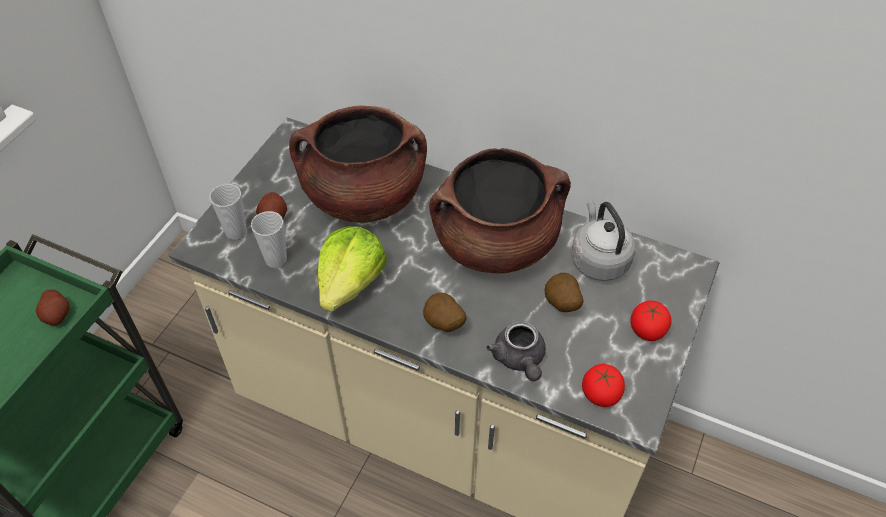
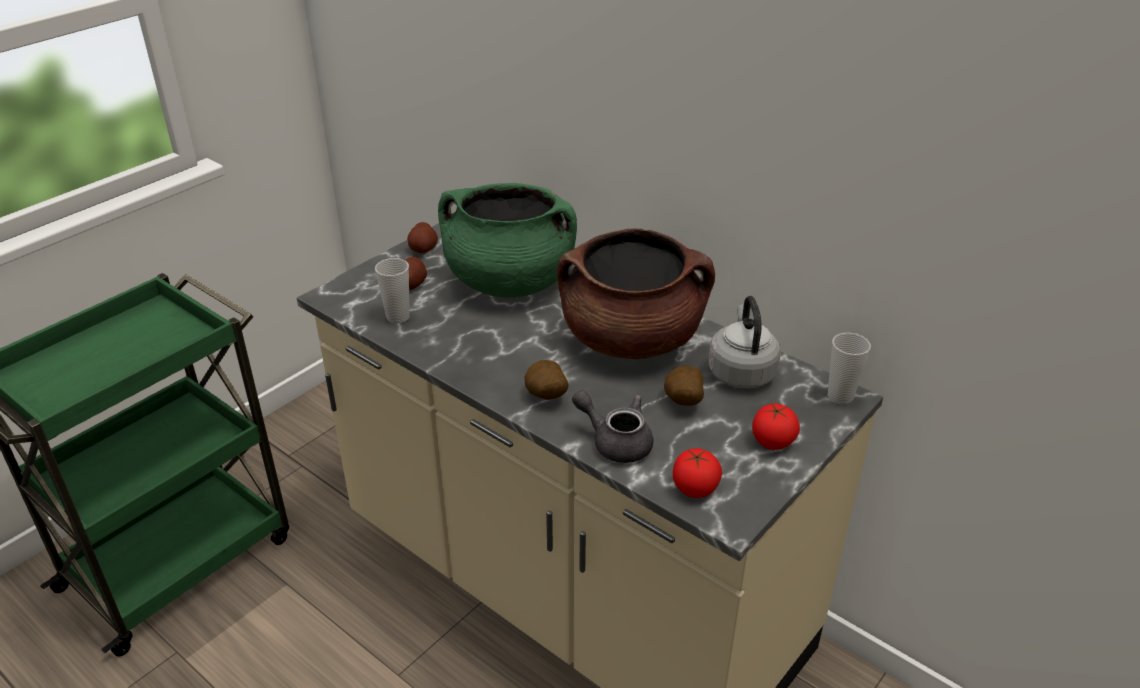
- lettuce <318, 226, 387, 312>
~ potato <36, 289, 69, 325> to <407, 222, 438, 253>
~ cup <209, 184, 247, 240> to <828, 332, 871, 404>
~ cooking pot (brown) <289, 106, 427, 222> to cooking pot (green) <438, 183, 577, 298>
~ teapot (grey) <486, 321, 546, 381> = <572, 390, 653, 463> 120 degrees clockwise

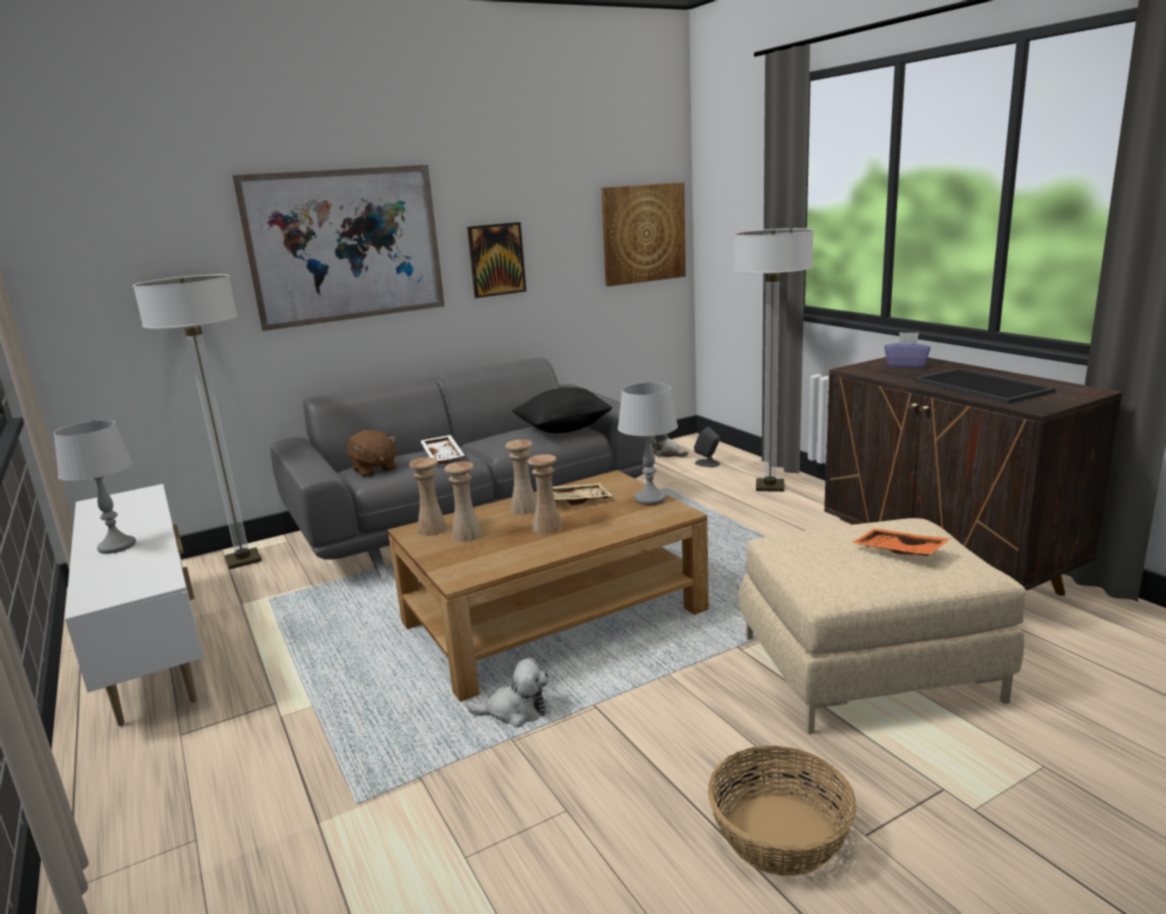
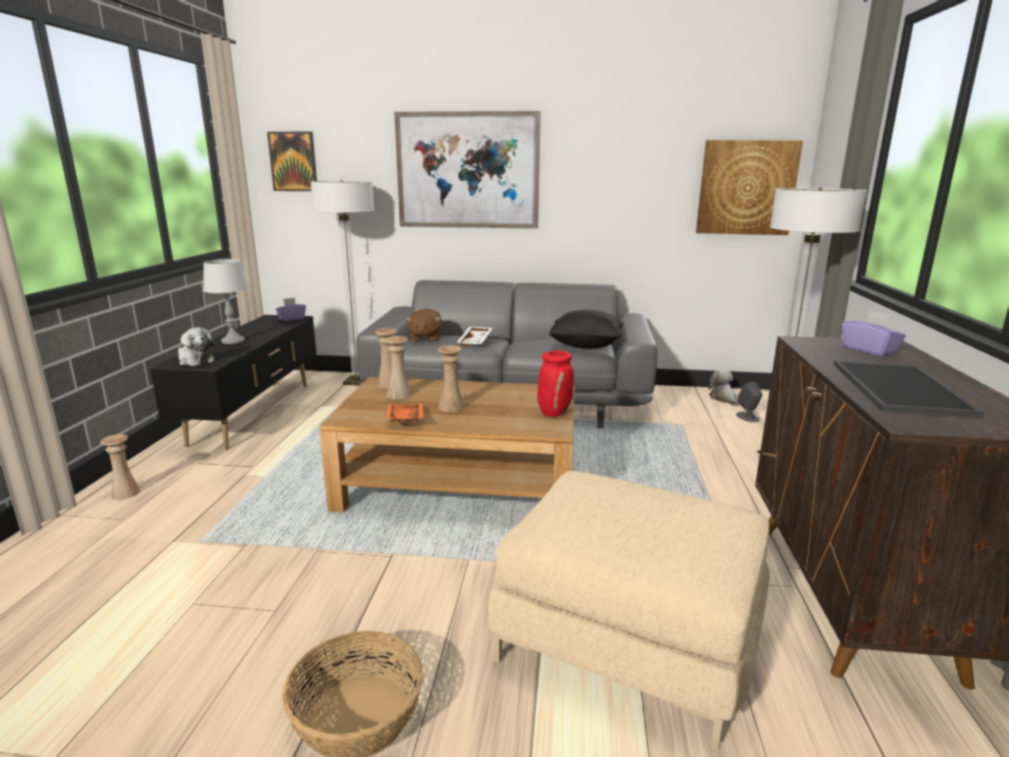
- tray (beige) <553, 483, 613, 505>
+ tissue box (purple) <275, 298, 306, 321>
~ picture <467, 222, 526, 298> to <267, 132, 317, 191>
~ plush toy <467, 658, 549, 727> to <178, 327, 215, 366>
~ vase (beige) <505, 440, 537, 514> to <101, 434, 140, 500>
~ tray (orange) <853, 529, 950, 556> to <385, 403, 424, 422>
~ table lamp (grey) <618, 383, 678, 505> to vase (red) <537, 350, 574, 417>
~ tv stand (white) <65, 484, 203, 726> to tv stand (black) <150, 315, 317, 449>

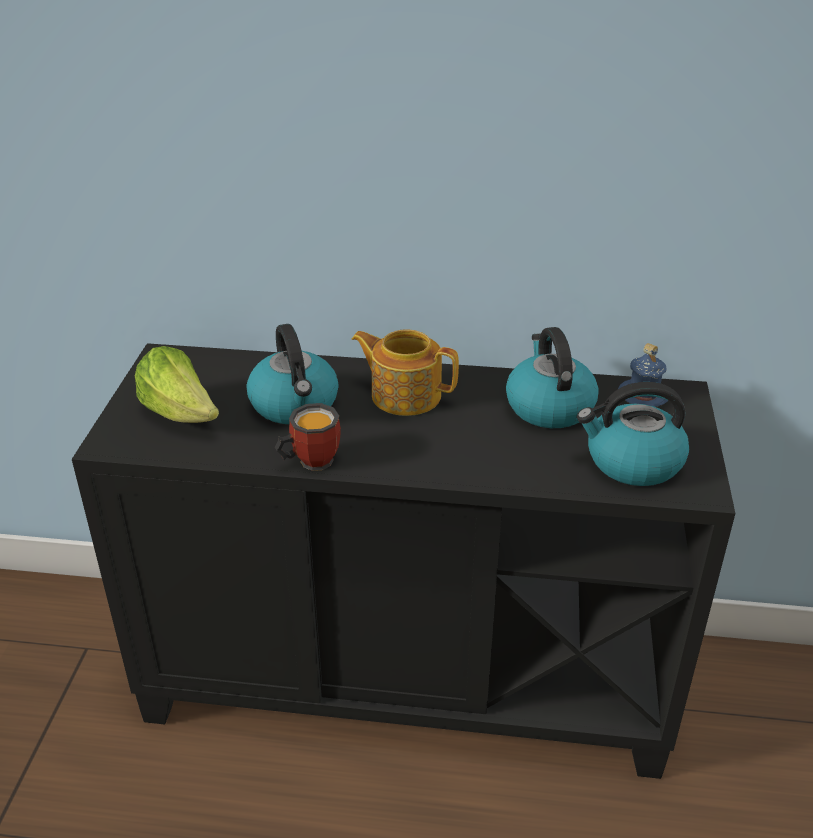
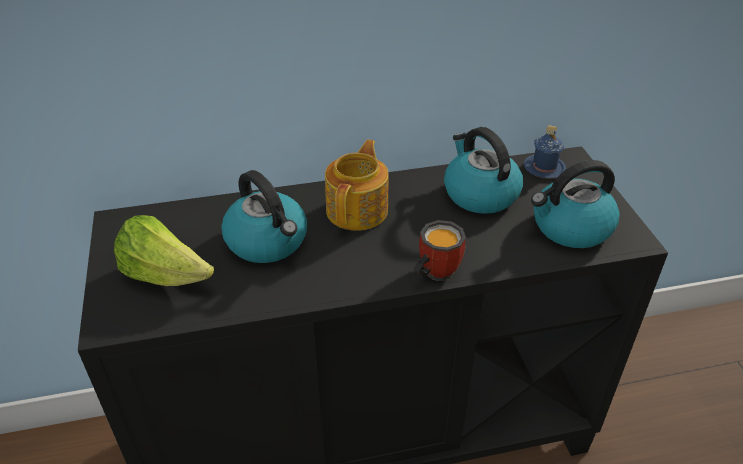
~ mug <275, 403, 341, 471> to <414, 220, 466, 281>
~ teapot <352, 329, 459, 416> = <325, 140, 389, 231> 105 degrees clockwise

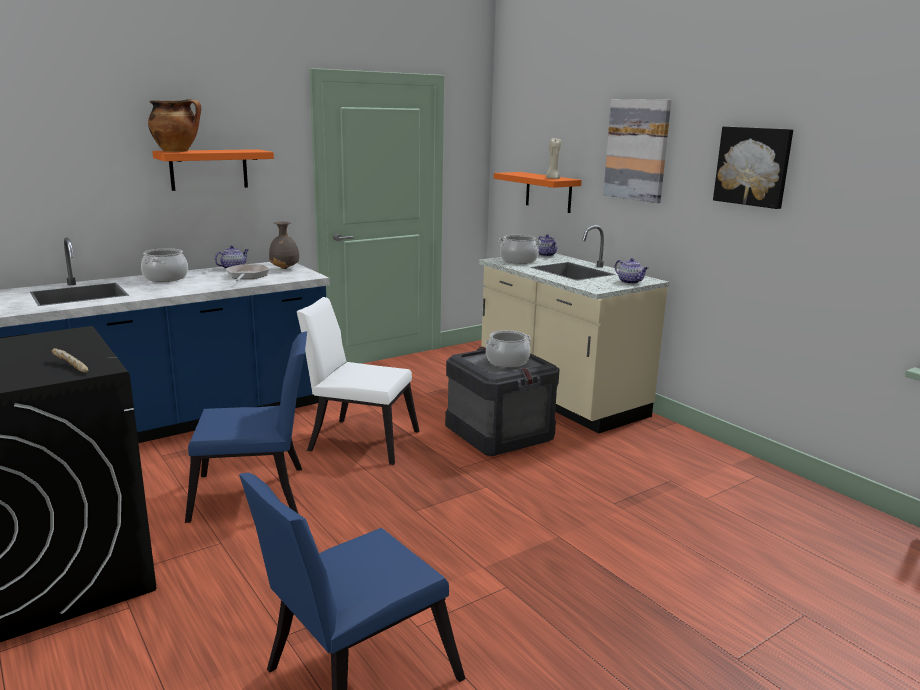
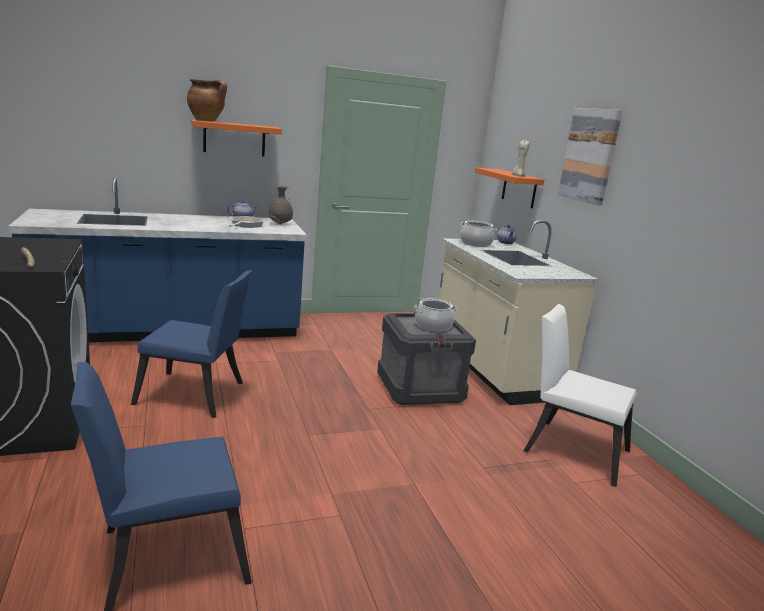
- cooking pot <141, 248, 188, 282>
- teapot <615, 258, 648, 284>
- picture <713, 127, 793, 209>
~ chair (white) <297, 297, 419, 465> to <524, 304, 637, 487>

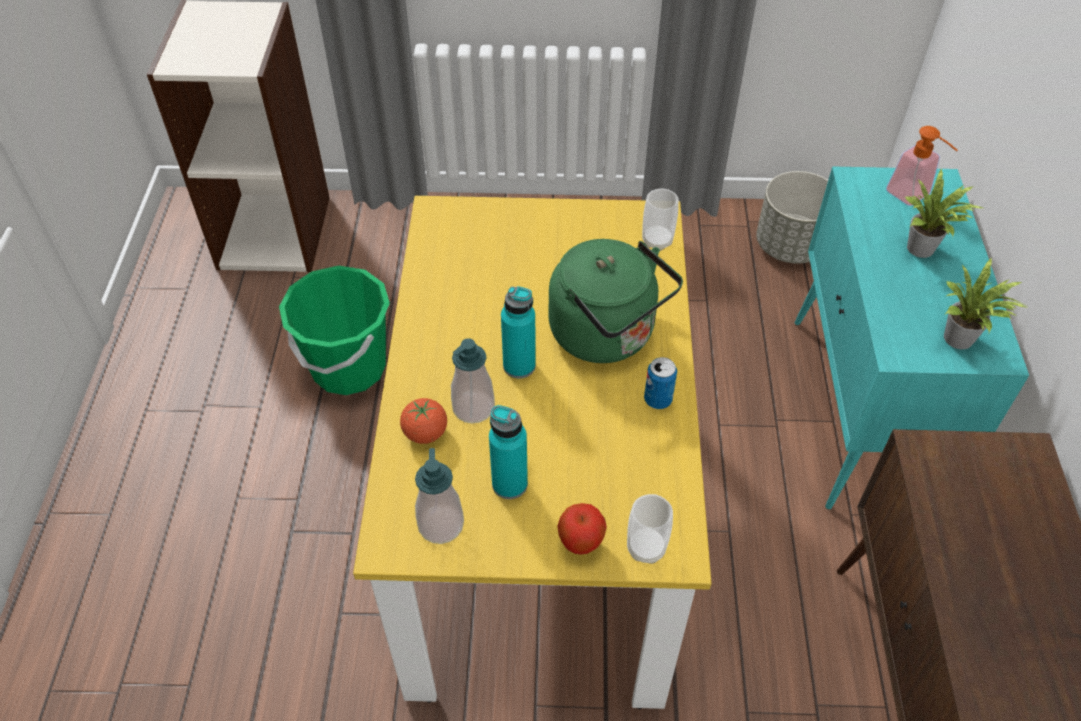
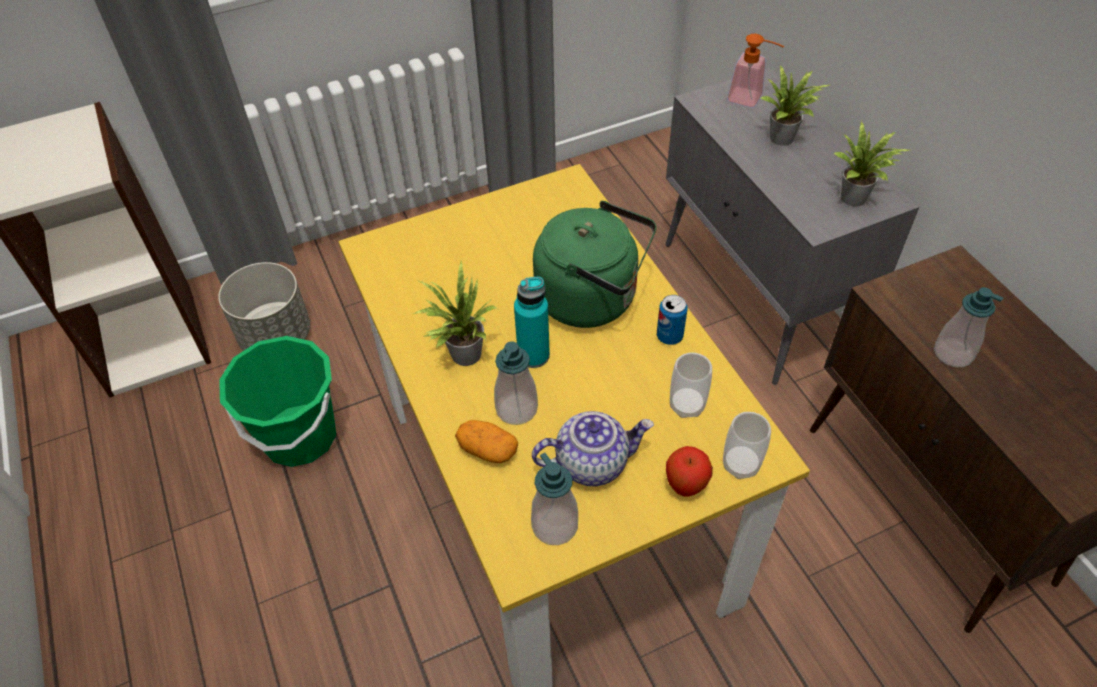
+ potted plant <413, 261, 498, 366>
+ soap dispenser <934, 287, 1003, 367>
~ cup <642, 189, 679, 251> to <670, 352, 712, 418>
~ planter (grey) <756, 171, 828, 264> to <218, 262, 310, 351>
~ tomato <400, 398, 447, 444> to potato <455, 420, 518, 463>
~ bottle (turquoise) <489, 405, 528, 499> to teapot <532, 411, 654, 486>
~ cabinet (turquoise) <795, 166, 1029, 509> to cabinet (grey) <665, 67, 919, 385>

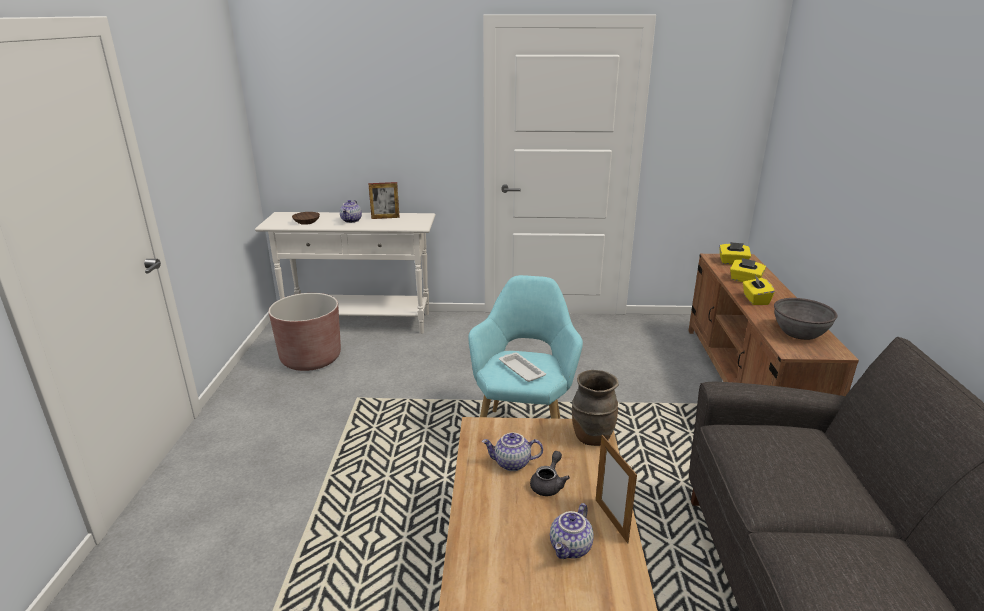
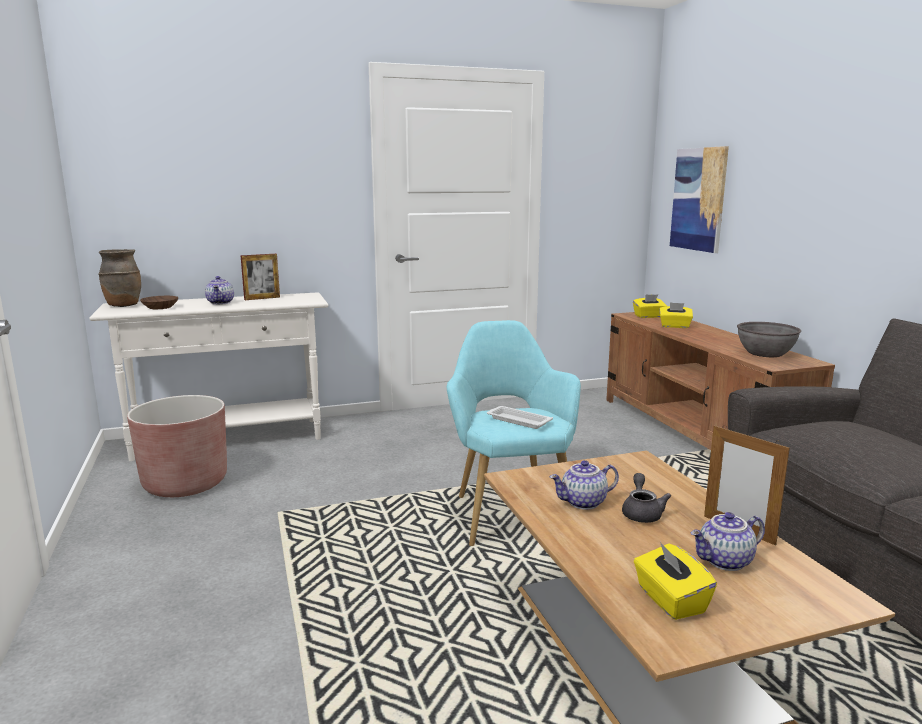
+ picture <670, 146, 729, 253>
~ vase (brown) <572, 370, 619, 446> to <98, 249, 141, 307>
~ tissue box (yellow) <743, 275, 775, 305> to <634, 542, 717, 620>
~ teapot <550, 503, 594, 559> = <691, 512, 765, 571> 60 degrees clockwise

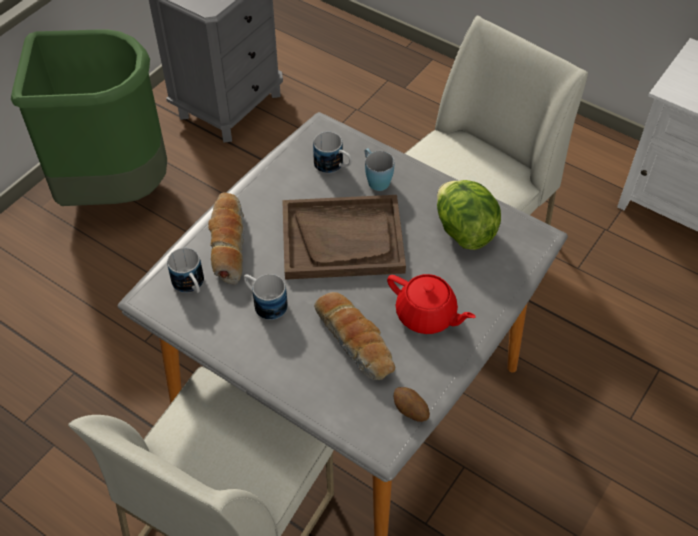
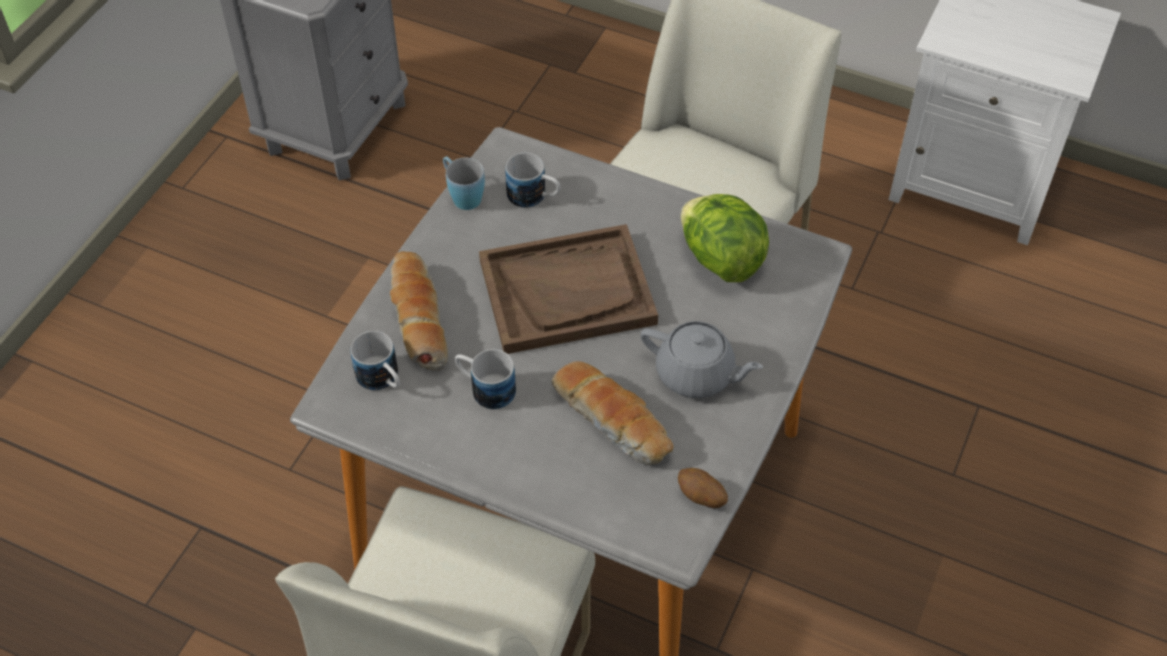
- trash can (green) <11, 29, 167, 206>
~ mug (blue) <365, 148, 394, 191> to <443, 156, 485, 210>
~ teapot (red) <387, 274, 476, 334> to teapot (grey) <640, 321, 763, 398>

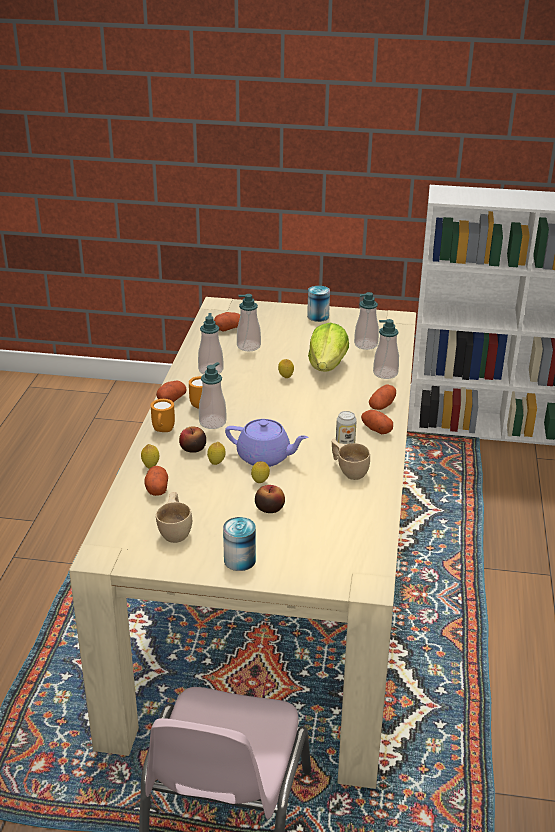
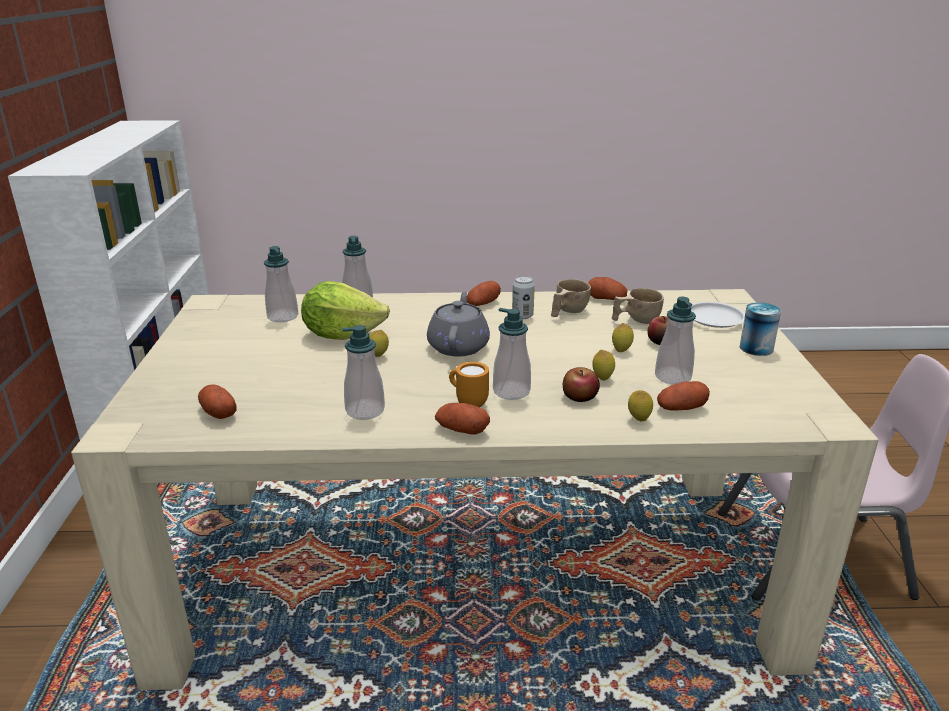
- mug (orange) <151, 399, 175, 432>
- teapot (purple) <225, 419, 308, 467>
- can <307, 286, 330, 322>
+ teapot (grey) <427, 291, 490, 357>
+ plate (white) <691, 302, 745, 328>
~ cup (beige) <156, 492, 192, 543> to <612, 288, 664, 324>
~ soap dispenser <237, 294, 261, 351> to <655, 297, 696, 385>
~ potato <369, 385, 396, 410> to <588, 277, 628, 300>

